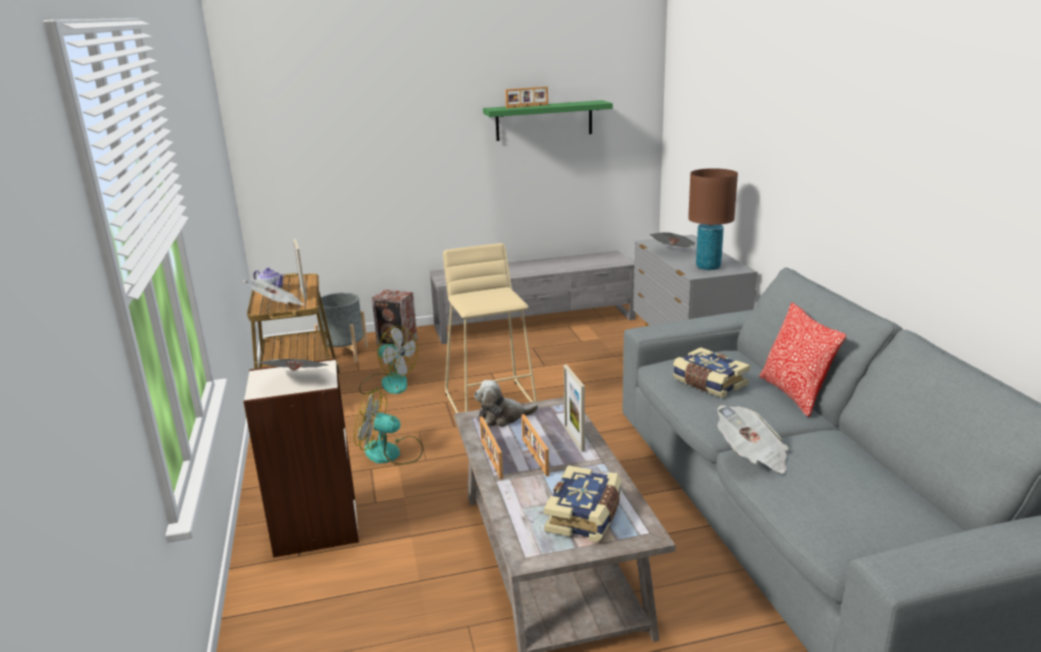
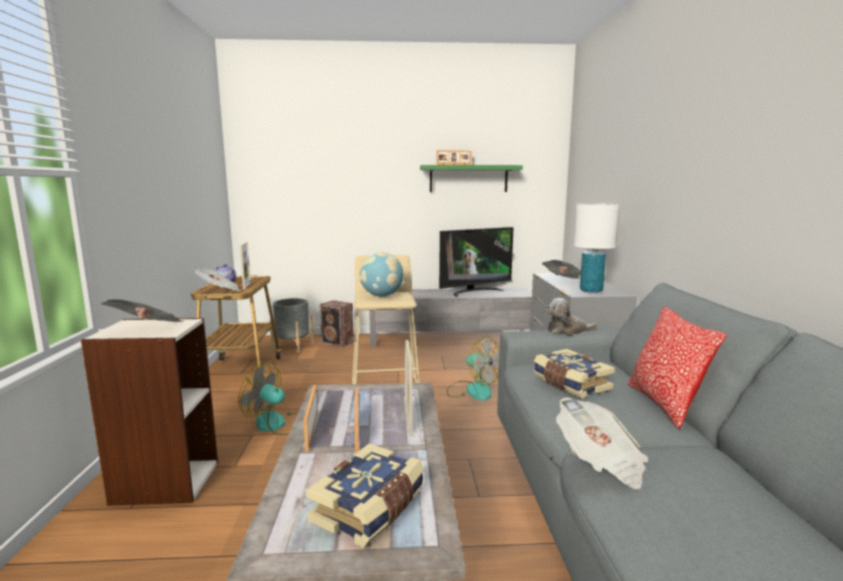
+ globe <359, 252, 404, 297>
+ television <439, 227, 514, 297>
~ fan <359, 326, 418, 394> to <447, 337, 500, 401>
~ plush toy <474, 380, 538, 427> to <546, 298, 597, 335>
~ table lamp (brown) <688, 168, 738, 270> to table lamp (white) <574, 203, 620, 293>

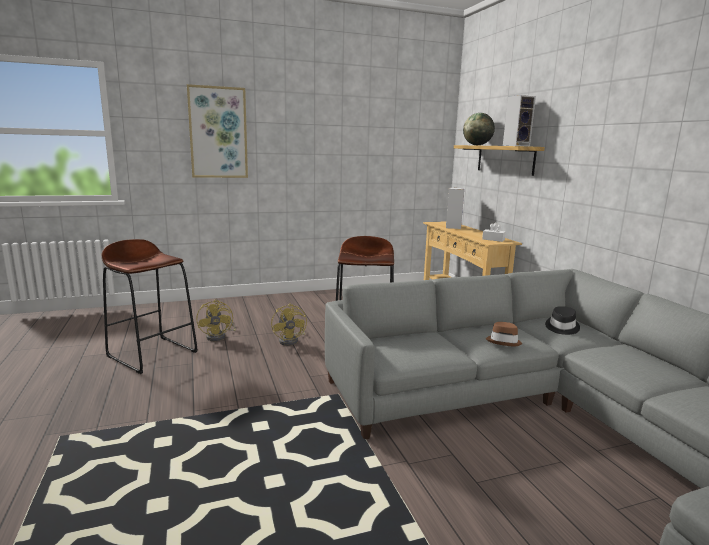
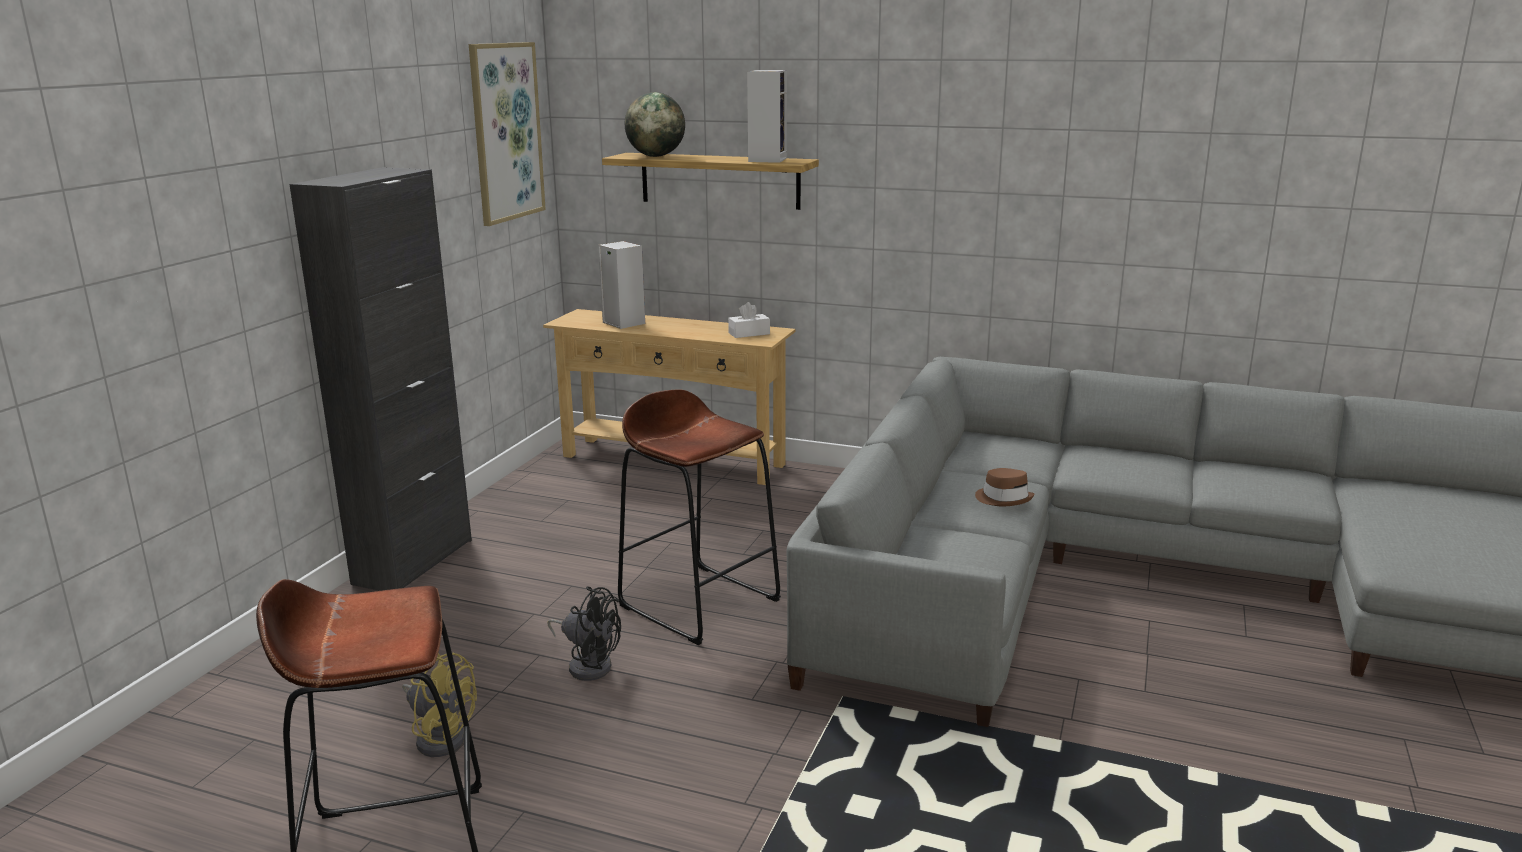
- hat (black) <545, 306, 580, 335>
+ cabinet (black) <289, 167, 472, 591>
~ picture <187, 84, 248, 178> to <469, 42, 546, 226>
~ fan (yellow) <271, 303, 307, 346> to fan (black) <547, 587, 621, 681>

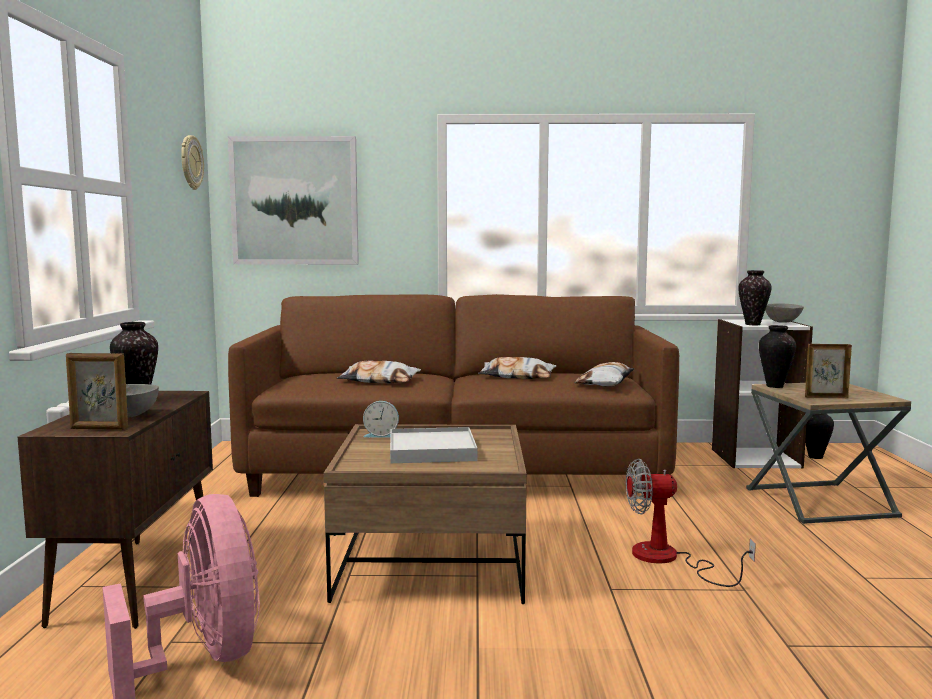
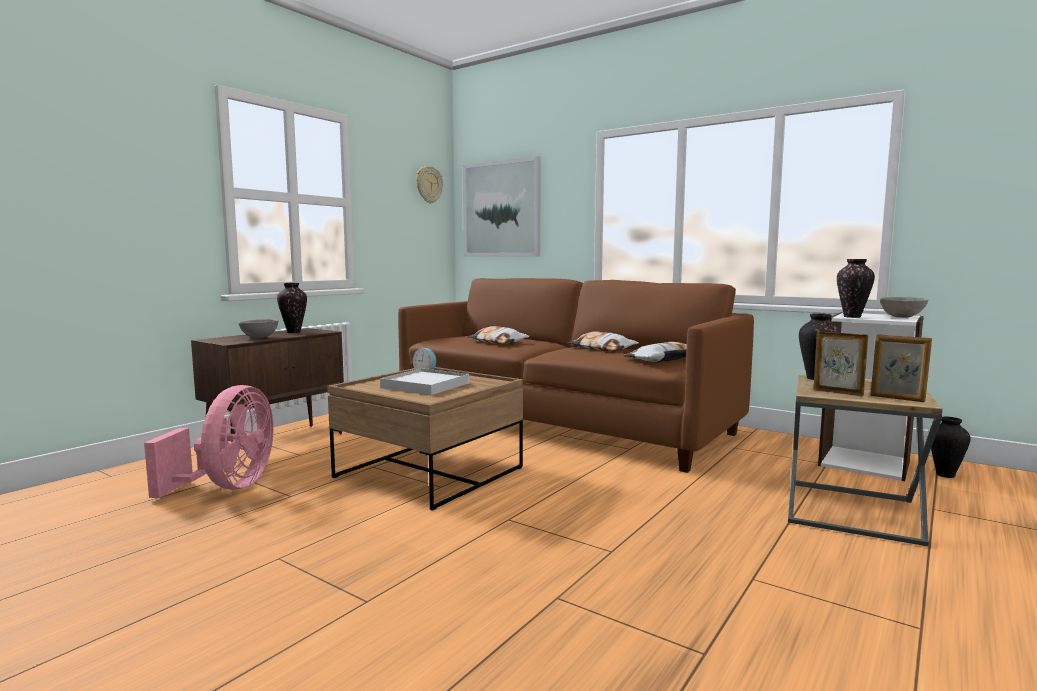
- fan <626, 459, 756, 587>
~ picture frame <66, 353, 128, 430> to <870, 334, 932, 402>

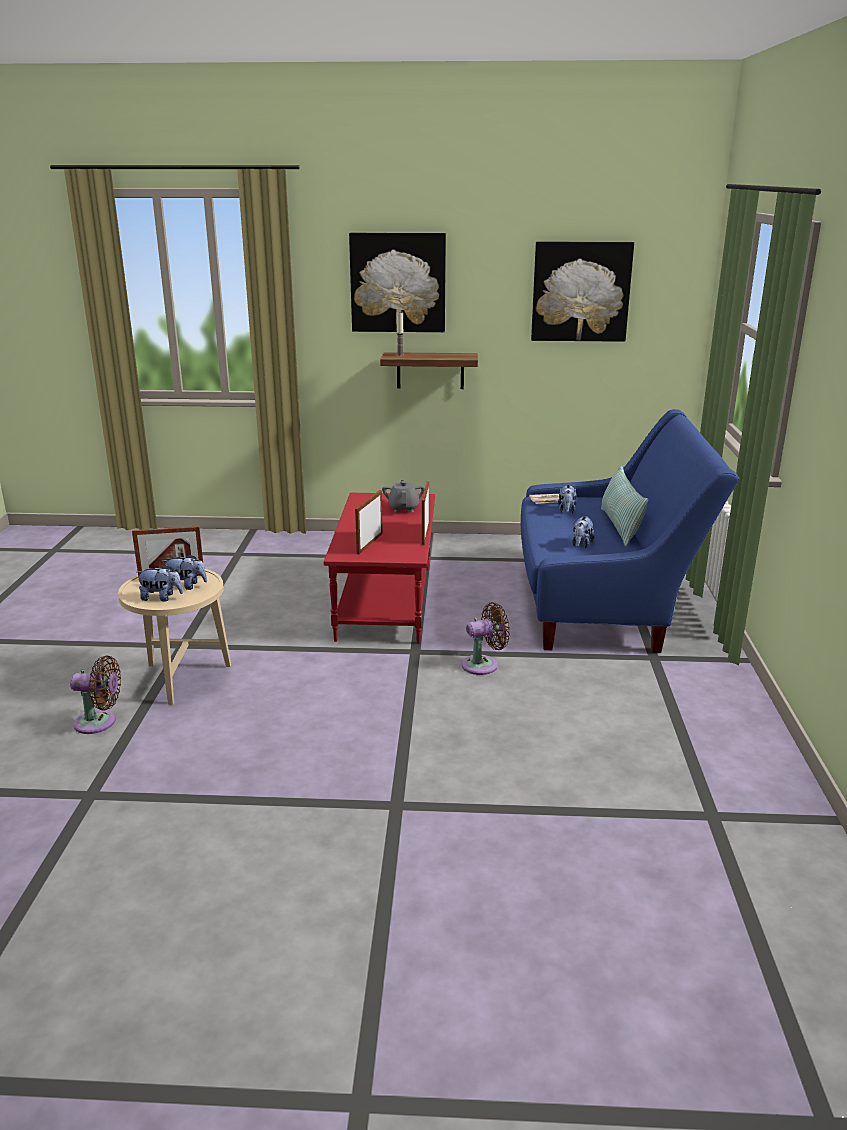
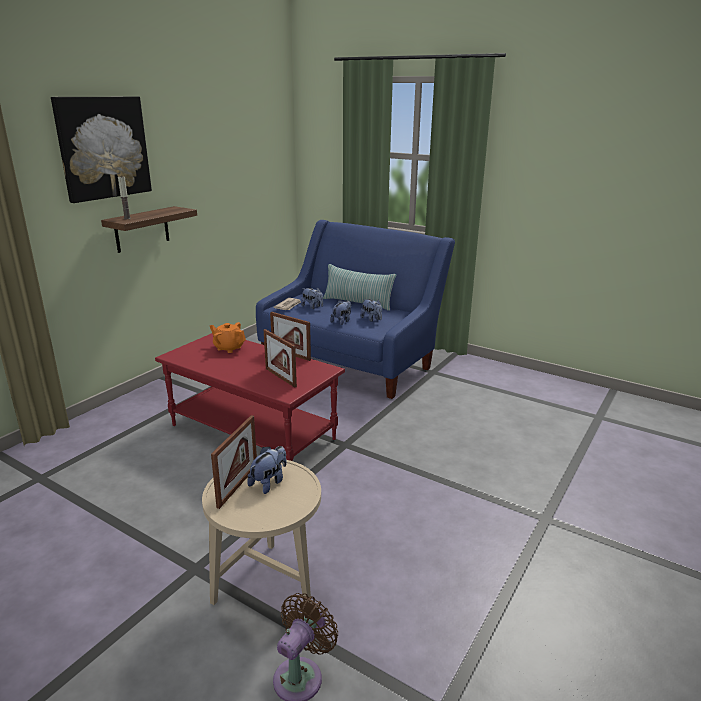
- fan (brown) <462, 602, 510, 675>
- picture <531, 241, 634, 342>
~ plush toy <136, 564, 183, 601> to <330, 300, 351, 325>
~ teapot (grey) <382, 480, 425, 513> to teapot (orange) <210, 322, 246, 353>

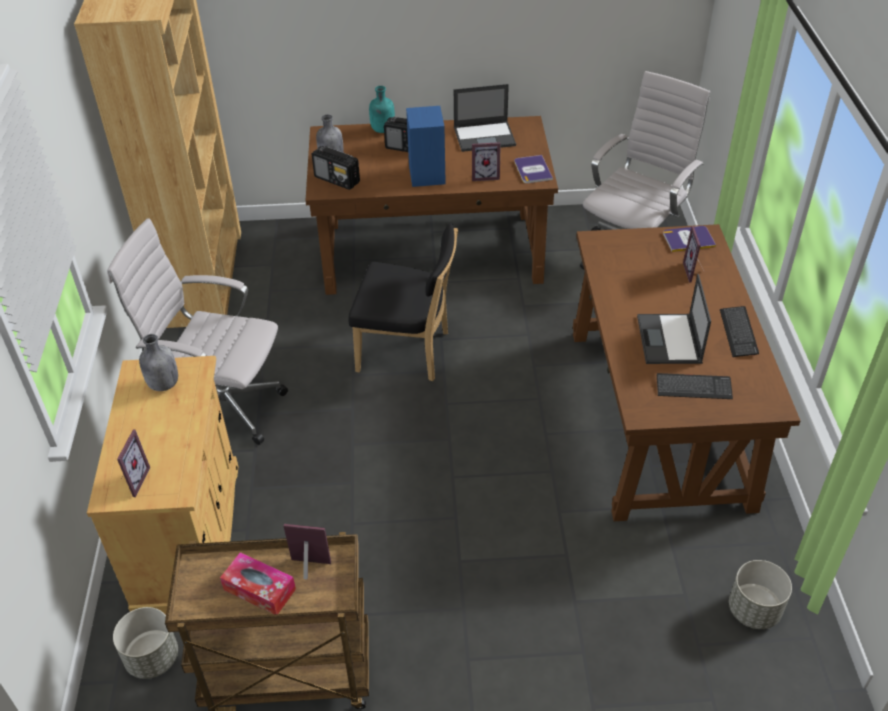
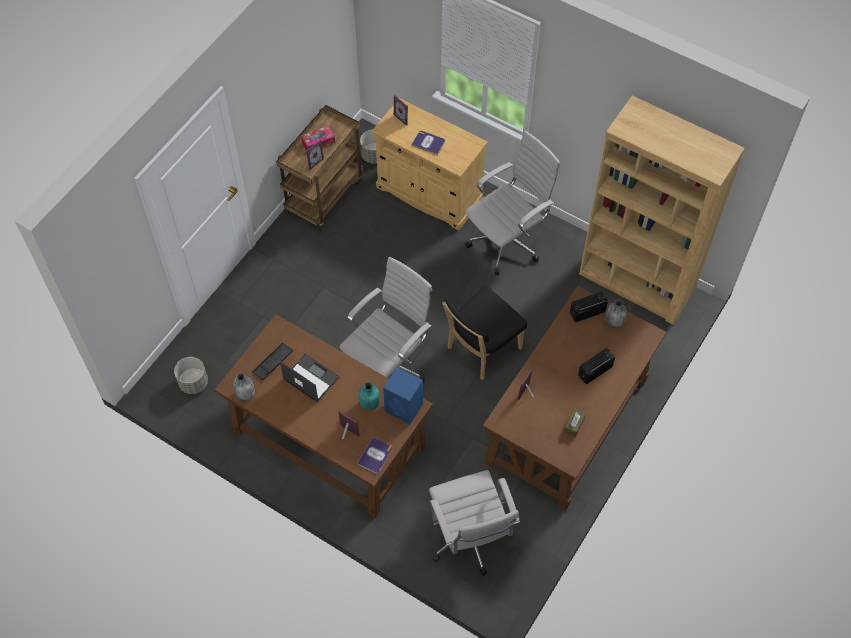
- keyboard <720, 306, 759, 357>
+ office chair (white) <340, 257, 432, 383>
~ bottle (grey) <139, 334, 178, 391> to <233, 373, 255, 401>
~ bottle (turquoise) <369, 86, 395, 133> to <359, 382, 380, 410>
~ speaker (blue) <406, 106, 446, 187> to <383, 367, 423, 424>
~ book <514, 155, 553, 183> to <411, 131, 445, 155>
~ laptop <454, 84, 516, 152> to tissue box (brown) <564, 408, 586, 437>

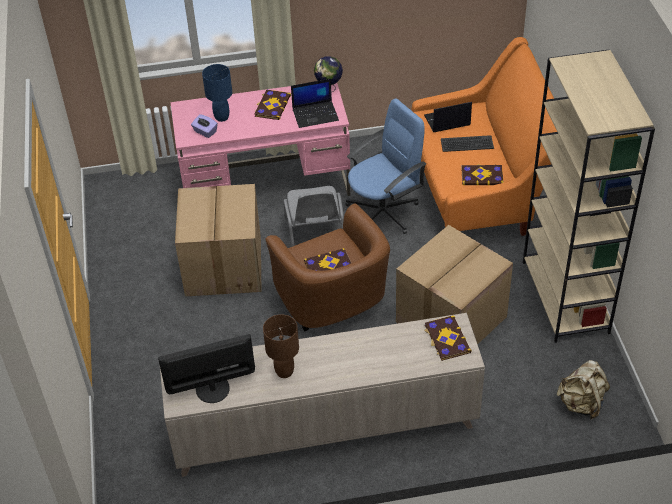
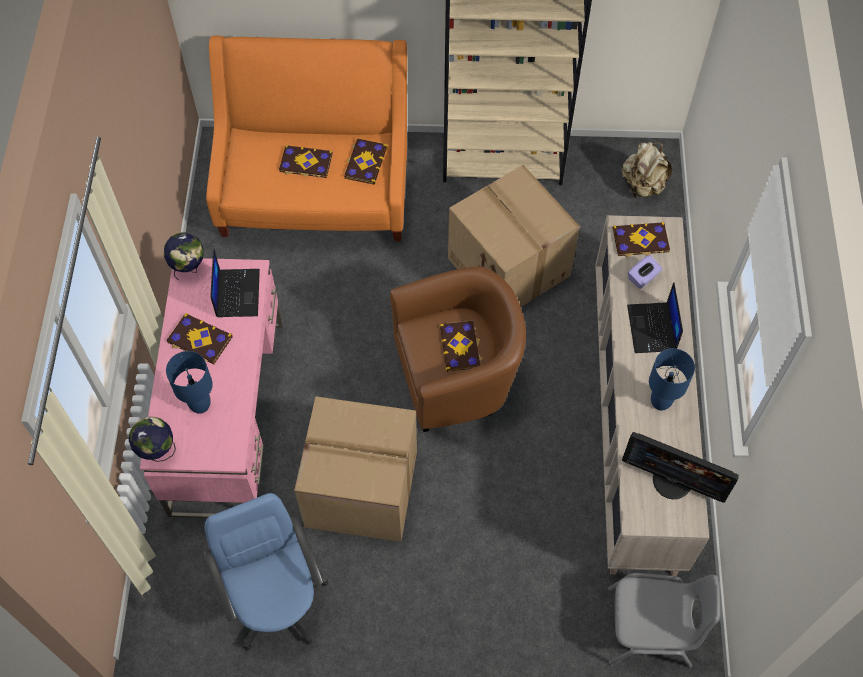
+ globe <129, 417, 176, 462>
~ tissue box (purple) <191, 114, 218, 138> to <628, 255, 662, 289>
~ chair (grey) <284, 186, 344, 246> to <608, 573, 720, 668>
~ office chair (blue) <345, 99, 426, 234> to <204, 493, 328, 651>
~ laptop <424, 102, 472, 132> to <627, 282, 683, 353>
~ keyboard <441, 135, 494, 152> to book <279, 145, 333, 178>
~ table lamp (brown) <263, 314, 299, 378> to table lamp (blue) <649, 348, 695, 411>
~ monitor <158, 334, 255, 403> = <622, 432, 739, 503> 60 degrees counterclockwise

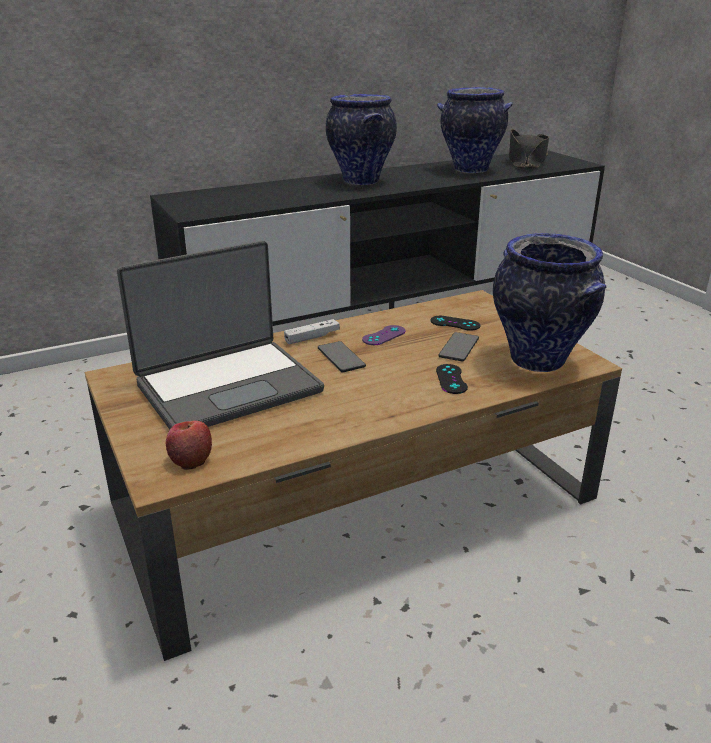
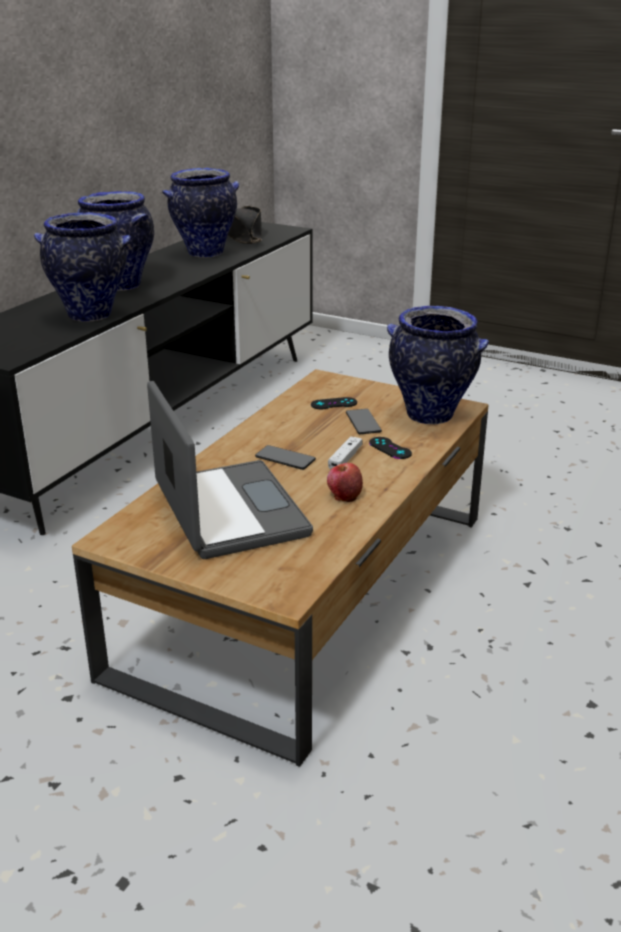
- game controller (purple) <362, 325, 405, 345>
+ vase <34, 212, 131, 322>
~ apple <166, 421, 212, 470> to <327, 463, 363, 502>
~ game controller (white) <284, 319, 340, 344> to <328, 436, 362, 469>
~ laptop <117, 241, 324, 430> = <147, 381, 313, 559> 45 degrees counterclockwise

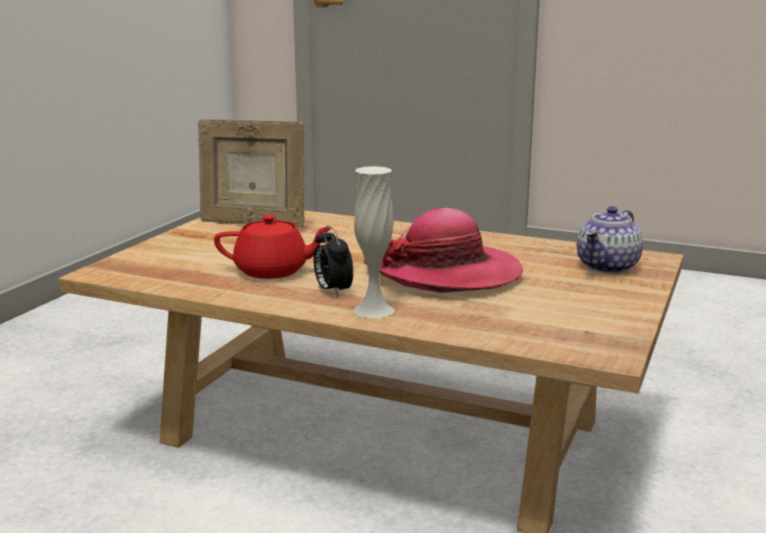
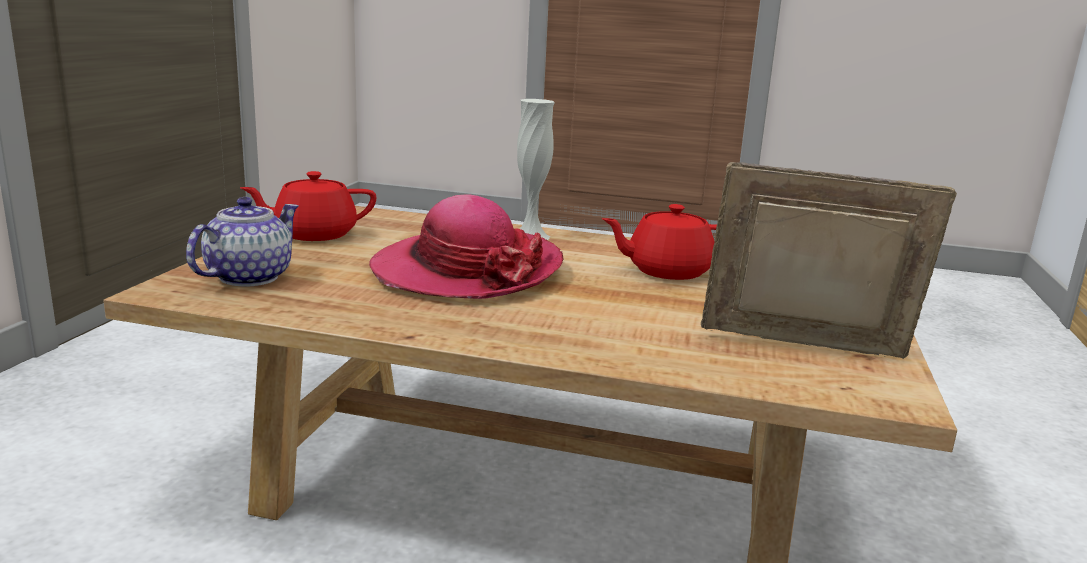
- alarm clock <313, 225, 353, 297>
+ teapot (red) <240, 171, 377, 241>

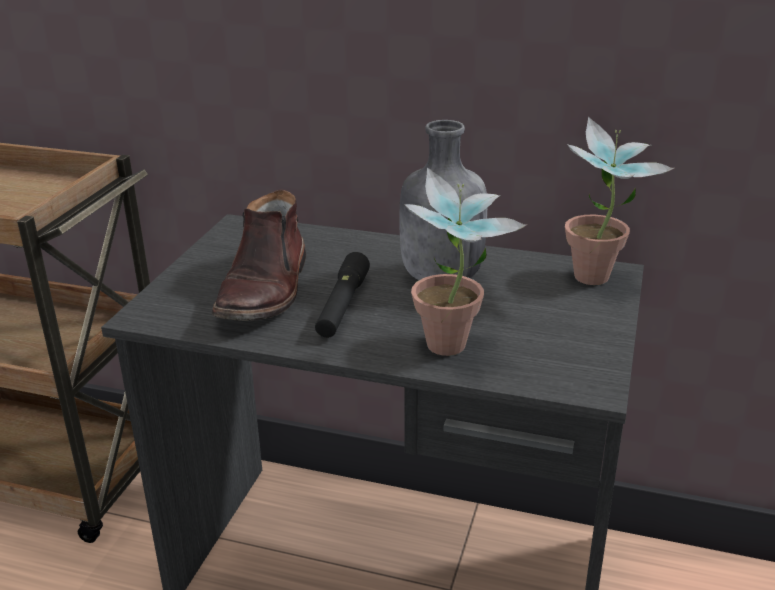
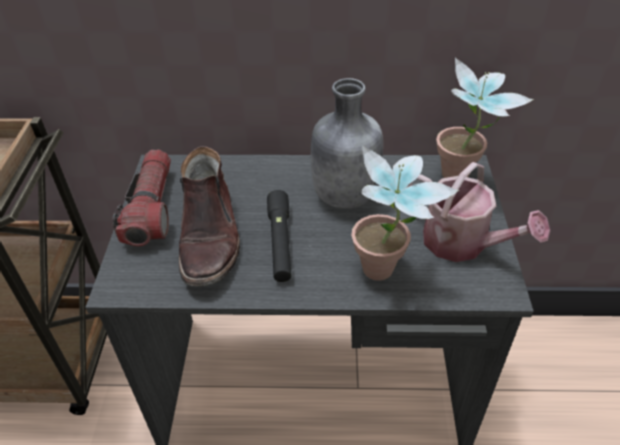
+ flashlight <113, 149, 171, 246>
+ watering can <406, 162, 550, 262>

